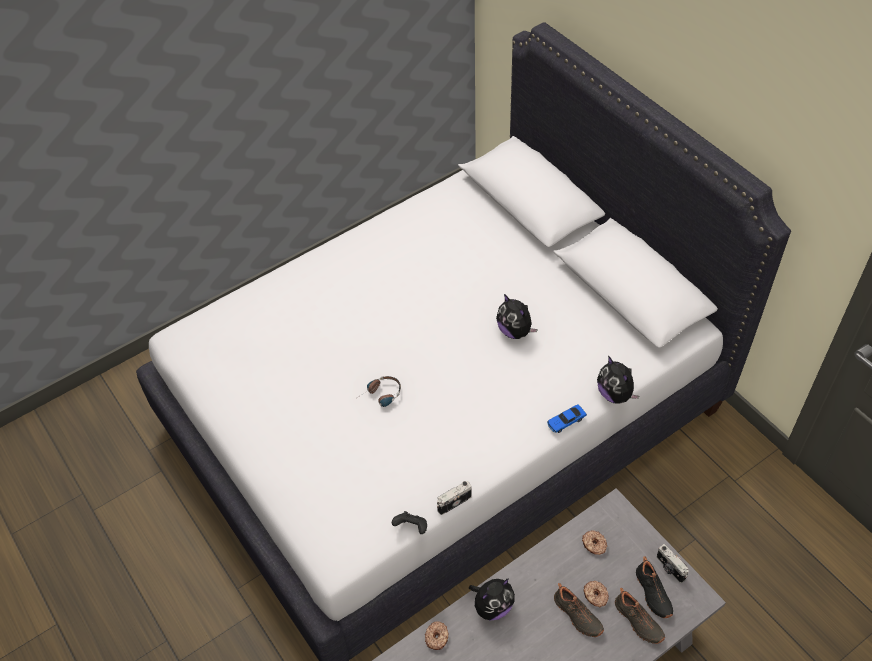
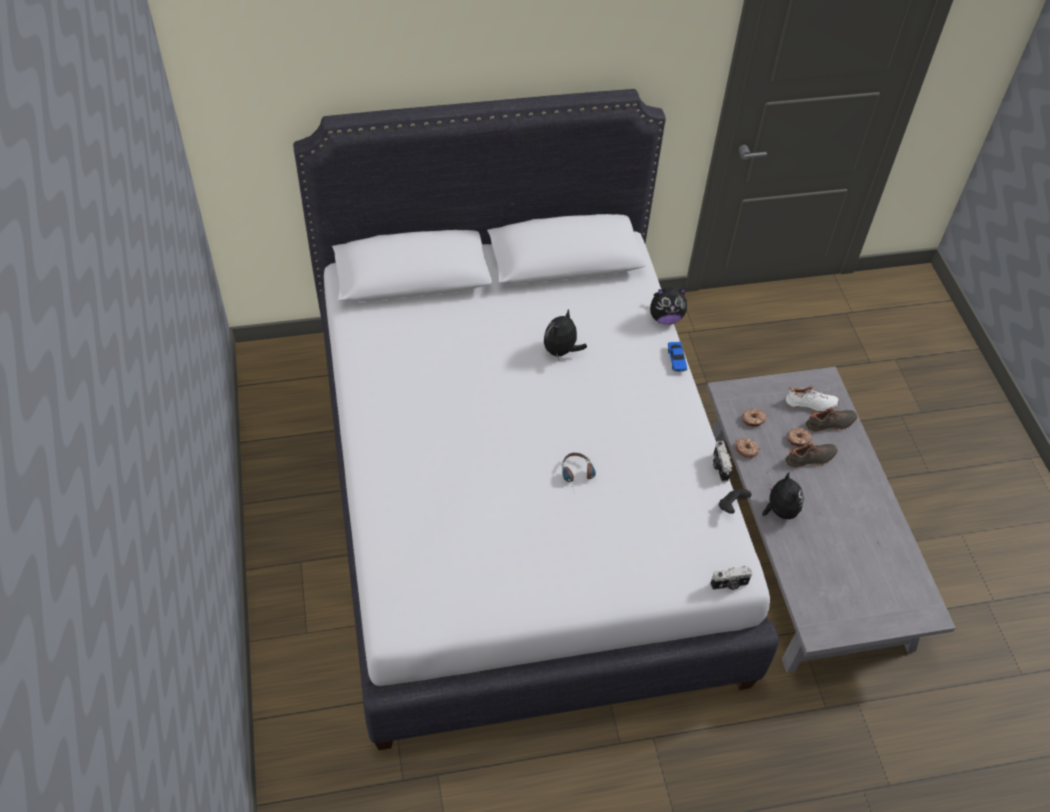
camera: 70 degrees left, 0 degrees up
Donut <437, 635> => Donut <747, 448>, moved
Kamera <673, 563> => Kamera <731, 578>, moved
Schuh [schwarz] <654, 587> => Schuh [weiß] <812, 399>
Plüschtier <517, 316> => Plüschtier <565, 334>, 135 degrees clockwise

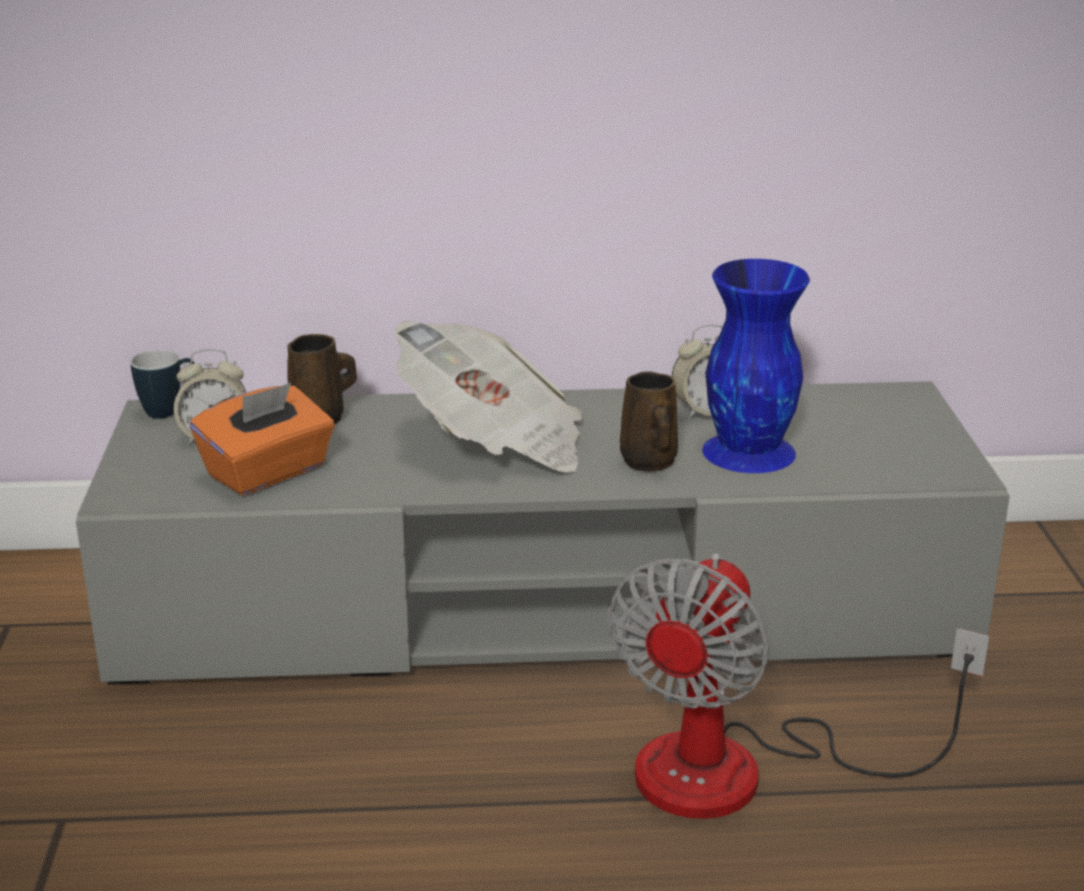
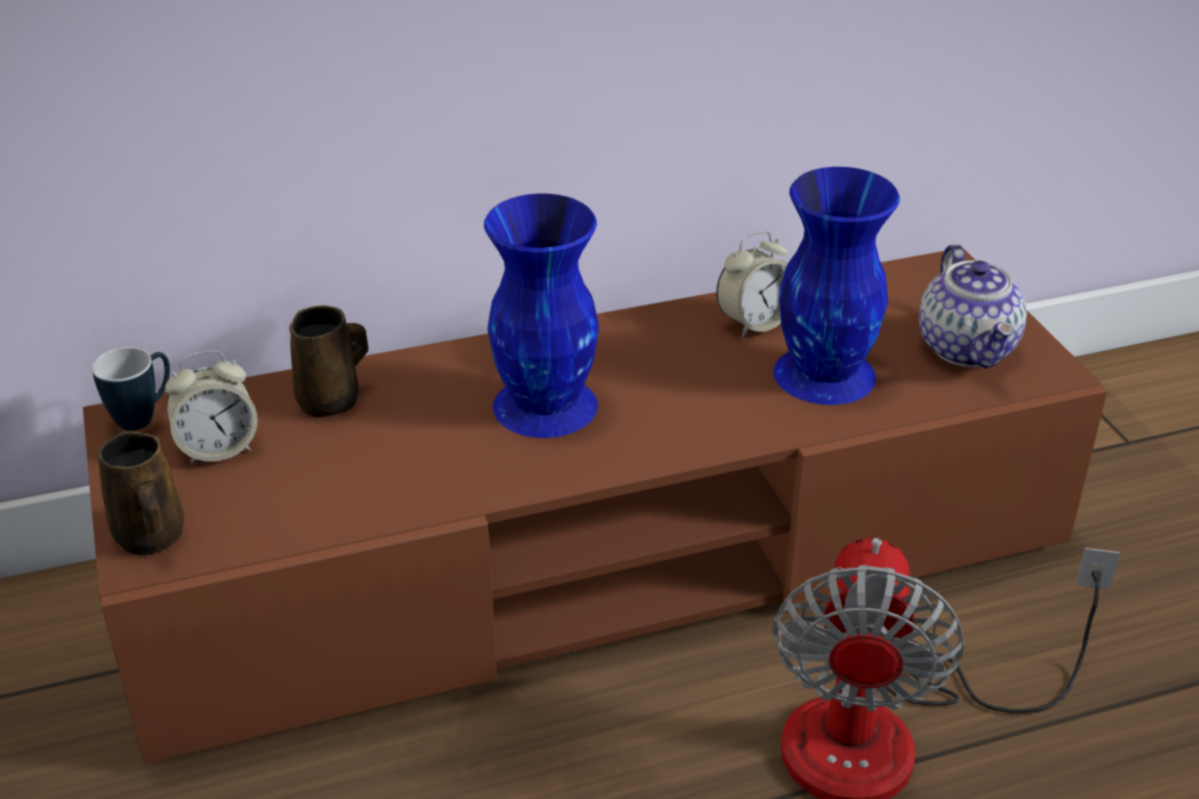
camera: 15 degrees left, 10 degrees up
Taschentuchbox [orange] <262, 439> => nothing
nothing => Teekanne <973, 306>
Henkelbecher [braun] <649, 421> => Henkelbecher [braun] <141, 493>, moved
Zeitung <488, 397> => Vase [blau] <541, 316>
Fernsehschrank [grau] <543, 533> => Fernsehschrank [braun] <595, 506>

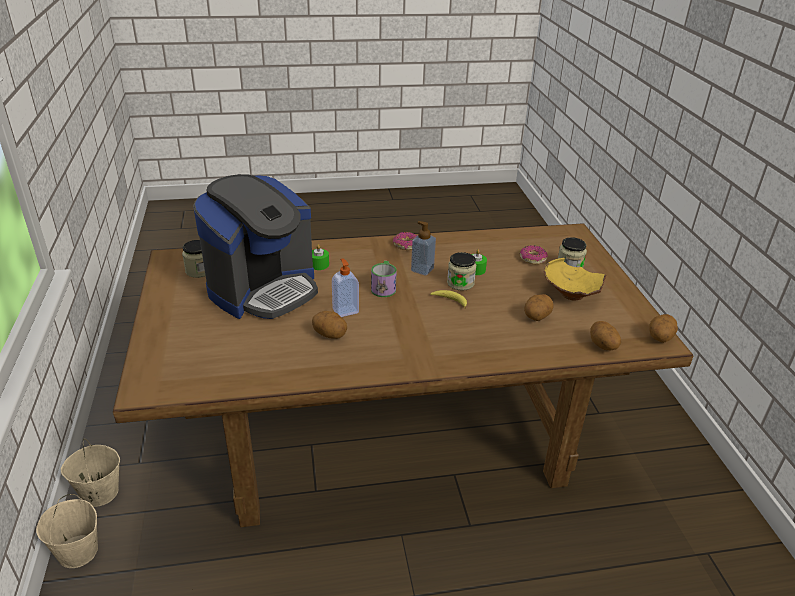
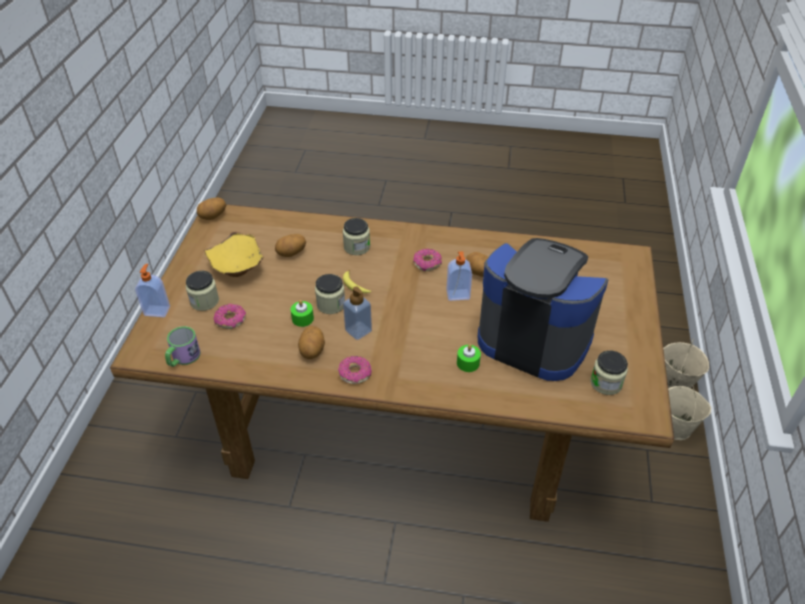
camera: 160 degrees left, 10 degrees up
nothing => Seifenspender <152, 290>
nothing => Vorratsglas <356, 236>
nothing => Donut <427, 260>
Henkelbecher <384, 279> => Henkelbecher <183, 346>, moved
Kartoffel <605, 335> => Kartoffel <311, 342>, moved
Kaffeemaschine <255, 246> => Kaffeemaschine <543, 309>, 60 degrees clockwise

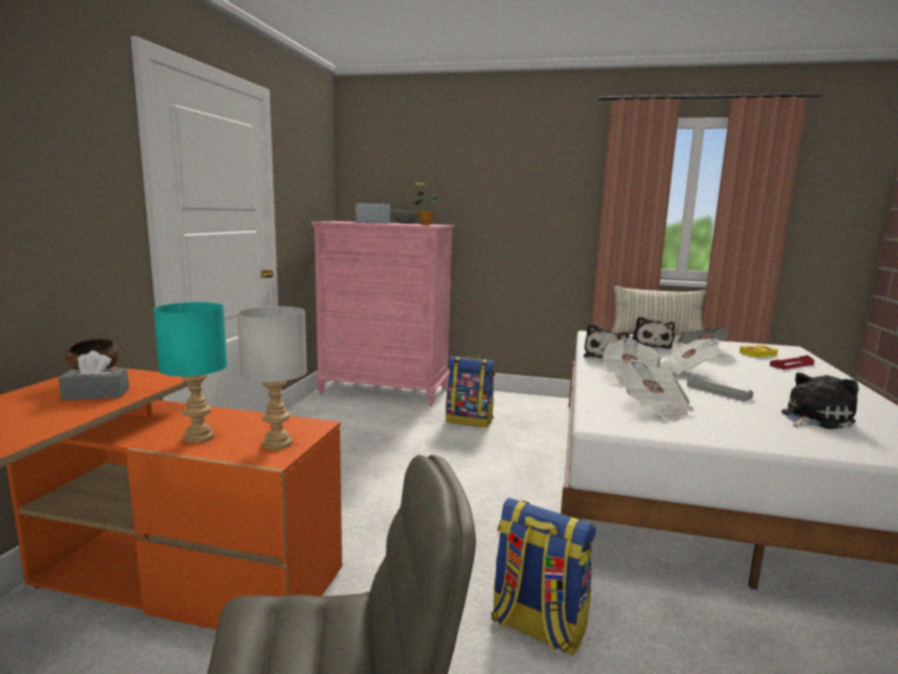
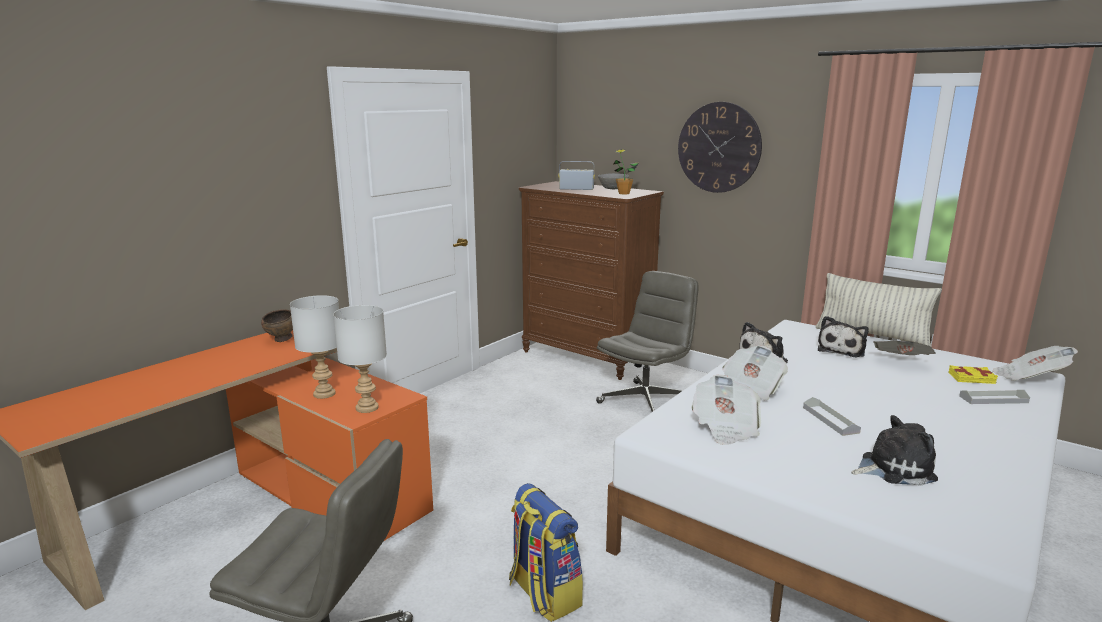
camera: 25 degrees right, 5 degrees up
Taschentuchbox [grau] <93, 375> => nothing
nothing => Wanduhr <720, 147>
Zeitung <691, 356> => Zeitung <1035, 363>, moved
Rucksack <470, 391> => Bürostuhl [grau] <647, 341>
Tischlampe [türkis] <190, 372> => Tischlampe [grau] <314, 347>
Kommode [rosa] <383, 313> => Kommode [braun] <591, 280>
Tablett [rot] <792, 362> => Tablett [grau] <994, 397>

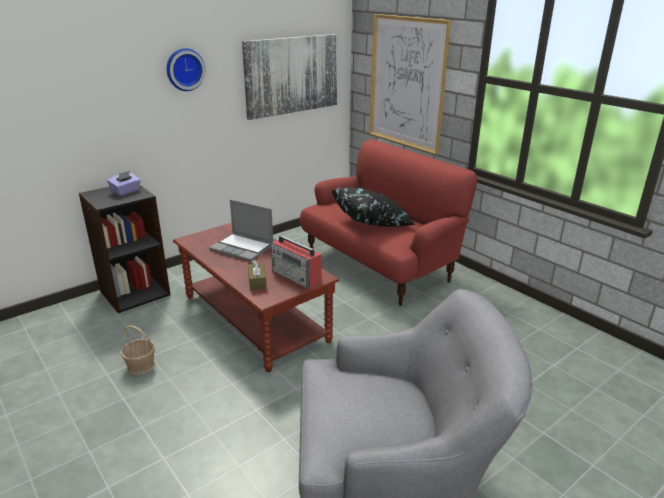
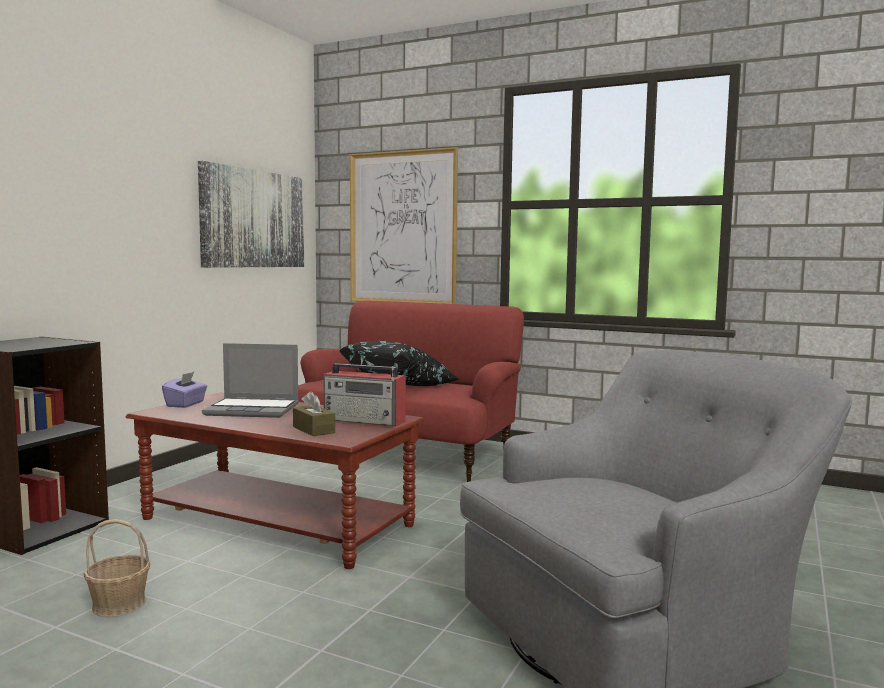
camera: 25 degrees left, 20 degrees down
Wanduhr <186, 69> => nothing
Taschentuchbox [lila] <124, 183> => Taschentuchbox [lila] <184, 390>, moved

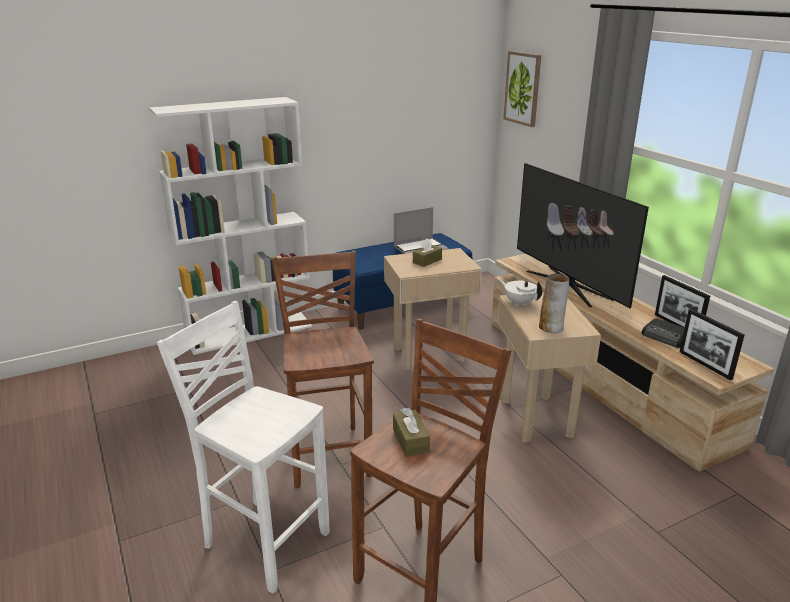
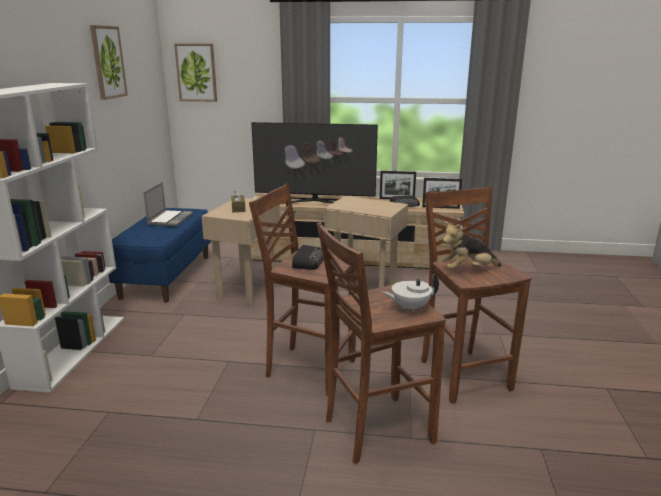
camera: 55 degrees left, 5 degrees down
Vase <554, 303> => nothing
nothing => Bild <109, 62>
nothing => Radio <308, 257>
Teekanne [weiß] <521, 293> => Teekanne [weiß] <410, 293>, moved
Taschentuchbox [braun] <411, 432> => Plüschtier <471, 245>
Hocker [weiß] <243, 447> => Hocker [braun] <381, 343>

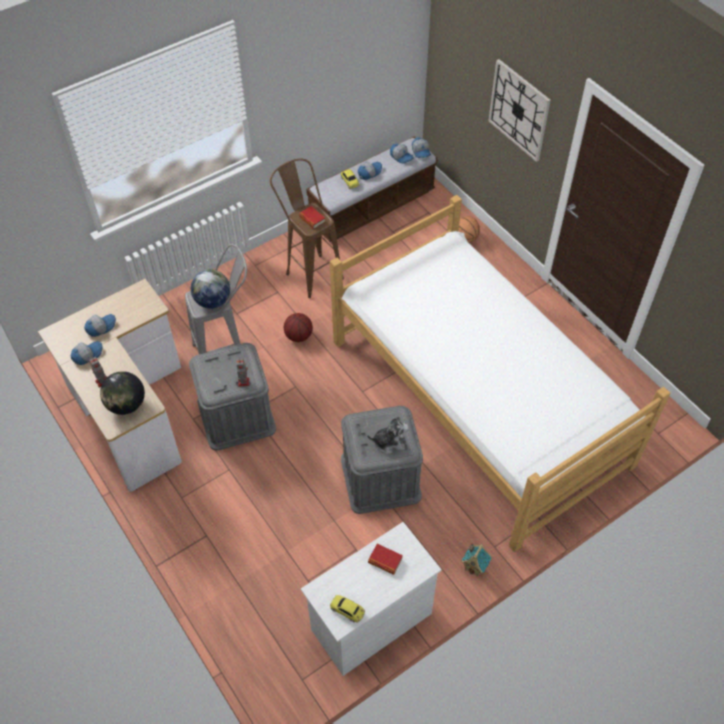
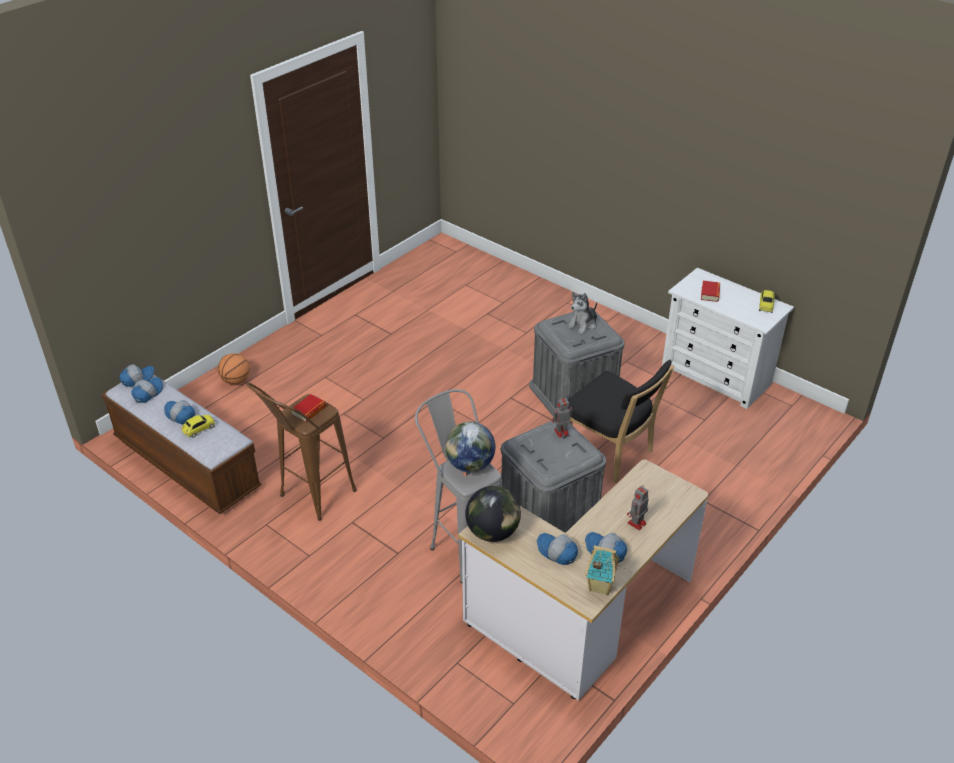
camera: 105 degrees left, 15 degrees down
Basketball <298, 327> => nothing
Bett <500, 373> => nothing
Wanduhr <519, 110> => nothing
nothing => Stuhl [schwarz] <621, 421>
Globus <122, 393> => Globus <493, 514>, moved
Spielzeughaus <477, 560> => Spielzeughaus <602, 570>, moved
Plüschtier <388, 435> => Plüschtier <582, 313>, 120 degrees counterclockwise

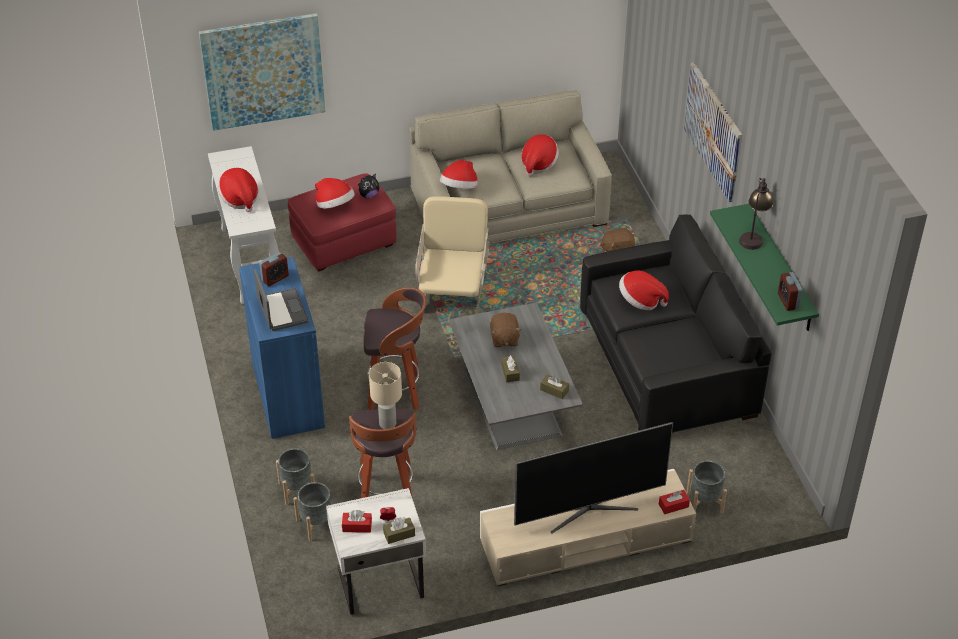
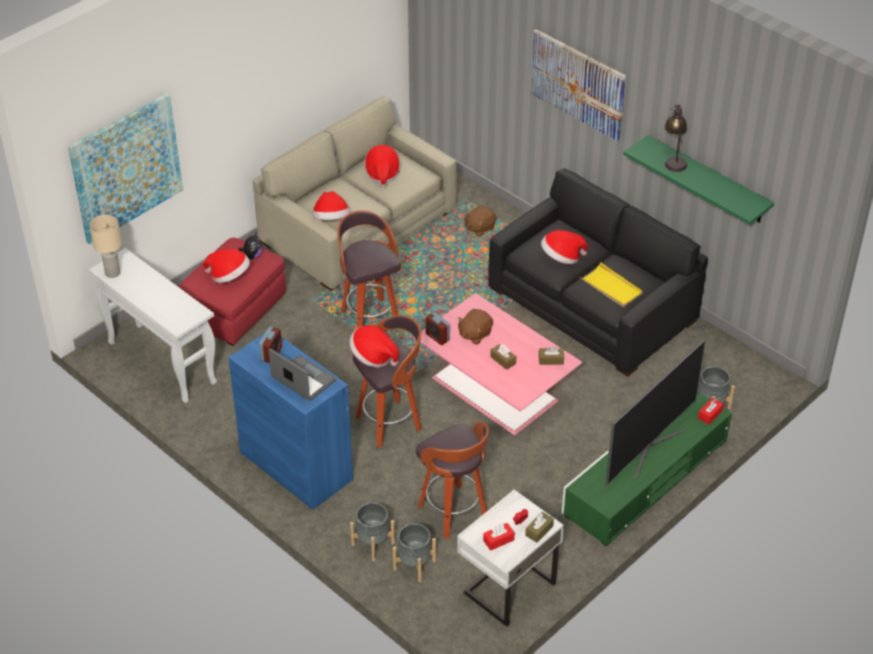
camera: 30 degrees left, 0 degrees up
nothing => Tablett [gelb] <611, 284>
Hut <238, 190> => Hut <374, 346>, moved
Tischlampe [beige] <385, 395> => Tischlampe [beige] <105, 246>, moved
Wecker <790, 291> => Wecker <438, 328>, moved
Sessel [beige] <452, 255> => Hocker <369, 269>
Couchtisch [grau] <516, 376> => Couchtisch [rosa] <498, 364>
Fernsehschrank [beige] <588, 527> => Fernsehschrank [grün] <647, 469>
Plüschtier [braun] <505, 330> => Plüschtier [braun] <475, 327>, 75 degrees clockwise

